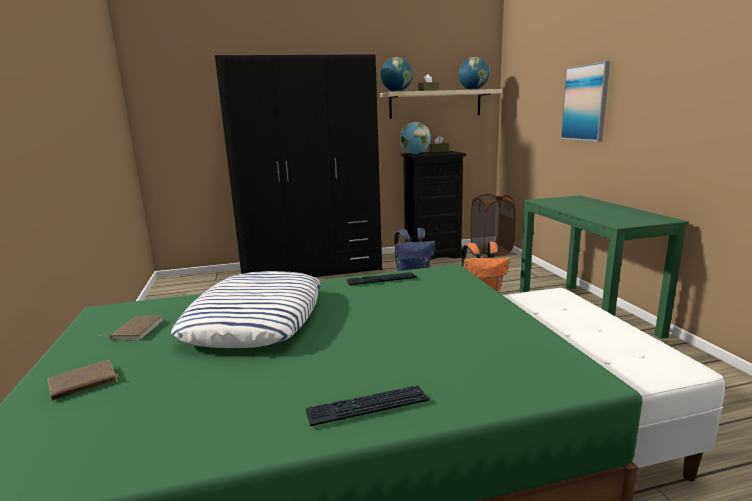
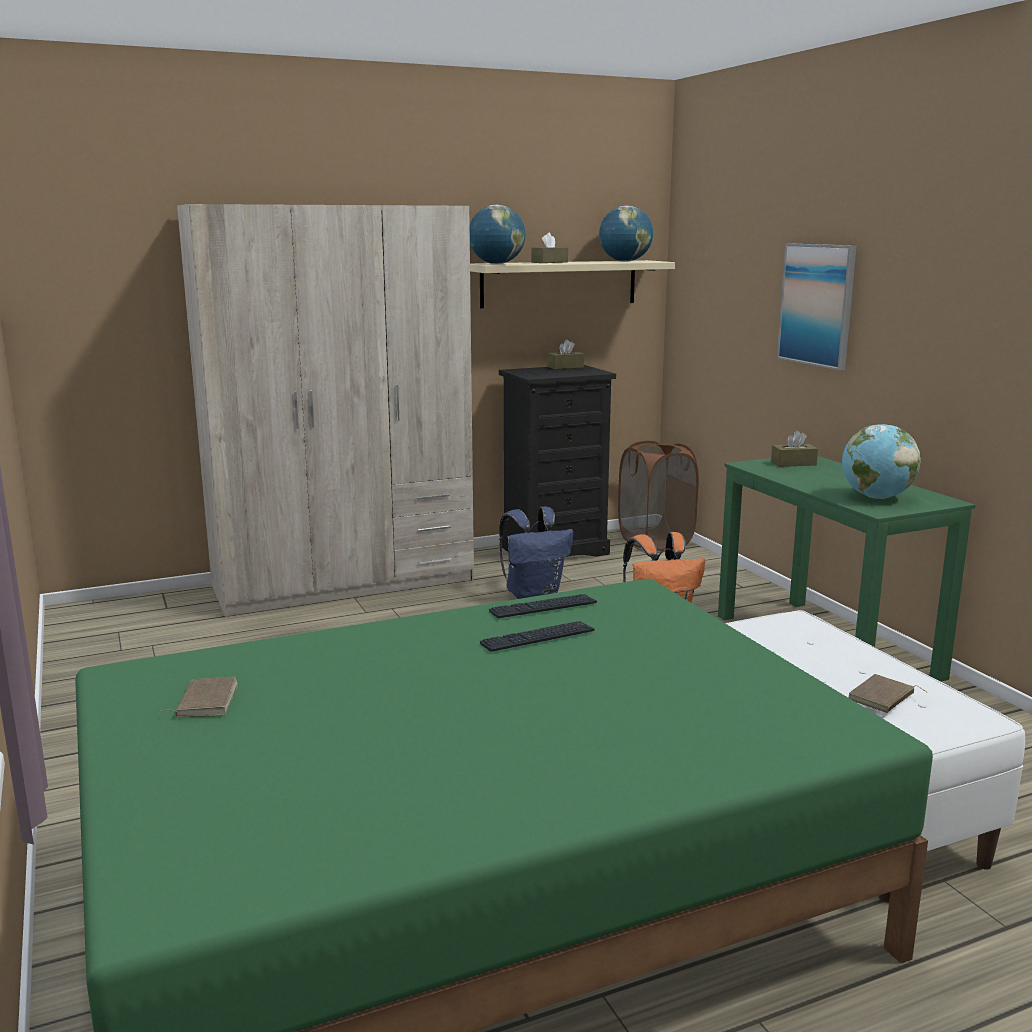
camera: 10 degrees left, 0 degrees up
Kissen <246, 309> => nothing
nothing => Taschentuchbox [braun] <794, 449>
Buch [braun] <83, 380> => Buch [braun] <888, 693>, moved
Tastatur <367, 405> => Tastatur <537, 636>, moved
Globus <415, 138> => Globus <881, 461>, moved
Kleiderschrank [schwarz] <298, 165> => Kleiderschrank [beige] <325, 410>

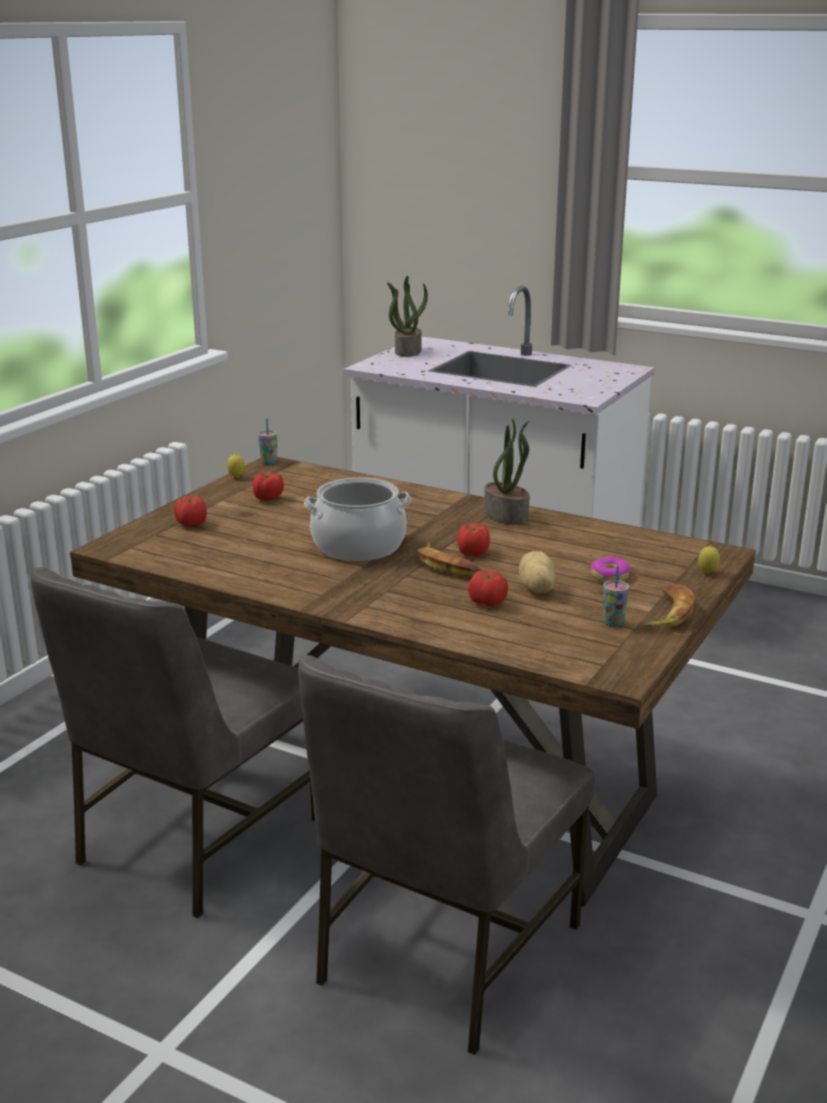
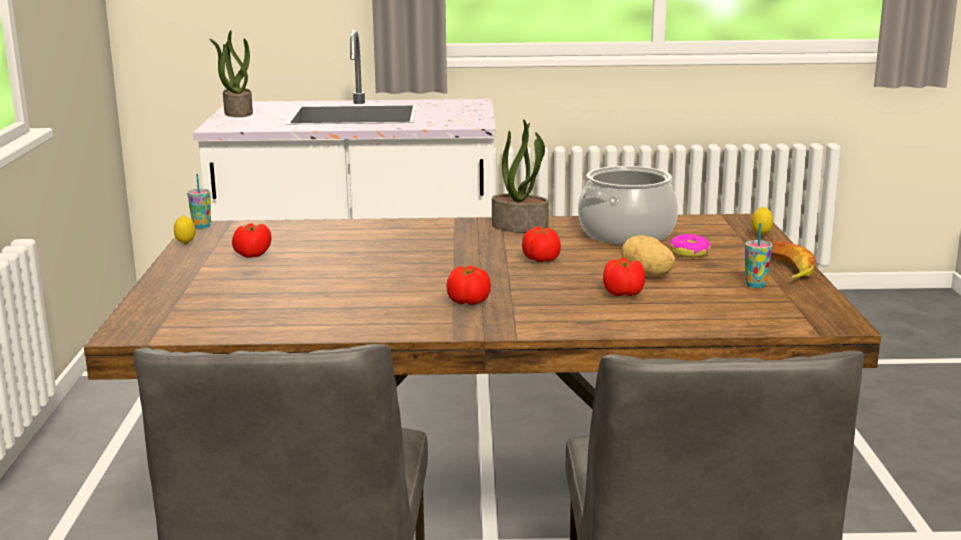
camera: 30 degrees left, 5 degrees down
Banane <449, 559> => nothing
Tomate <190, 511> => Tomate <468, 285>, moved
Kochtopf <358, 519> => Kochtopf <628, 205>, moved

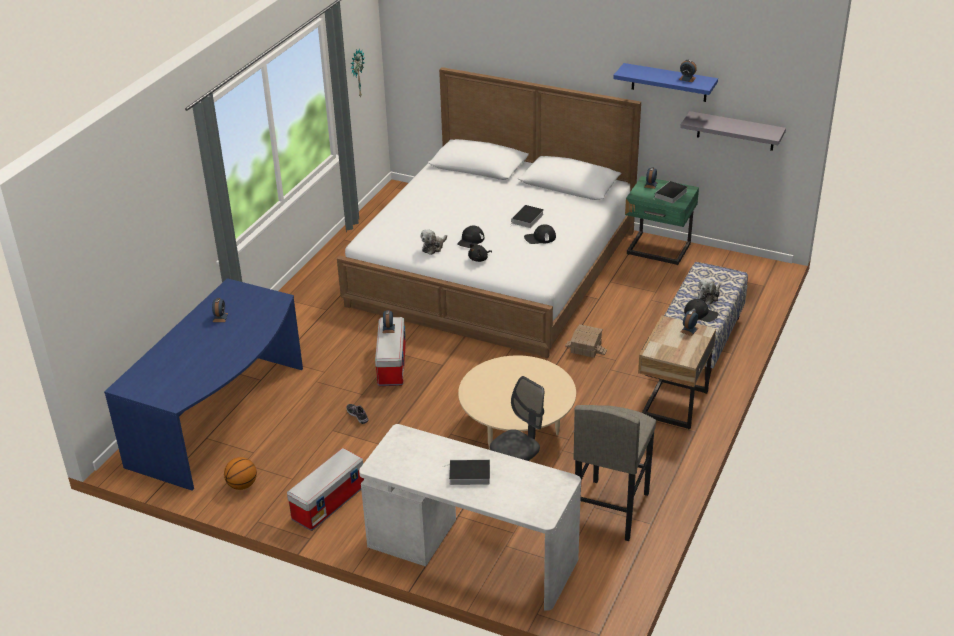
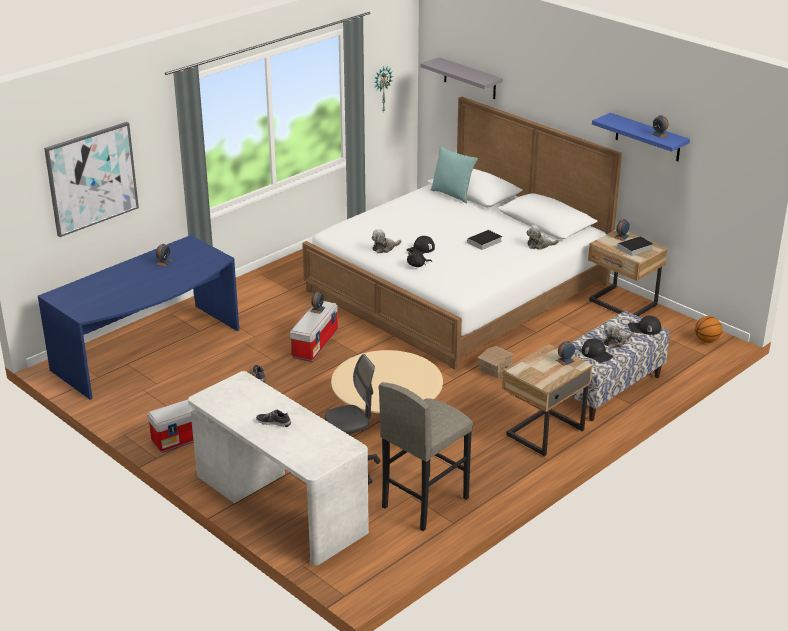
camera: 20 degrees right, 5 degrees down
nothing => Bild <91, 179>
nothing => Kissen [türkis] <454, 174>
nothing => Plüschtier <542, 237>
Basketball <240, 473> => Basketball <708, 329>, moved
Kappe [schwarz] <540, 234> => Kappe [schwarz] <645, 325>, moved
Wandregal [grau] <733, 131> => Wandregal [grau] <461, 78>, moved
Buch <467, 472> => Schuh <273, 418>
Nachttisch [grün] <662, 220> => Nachttisch [beige] <628, 273>

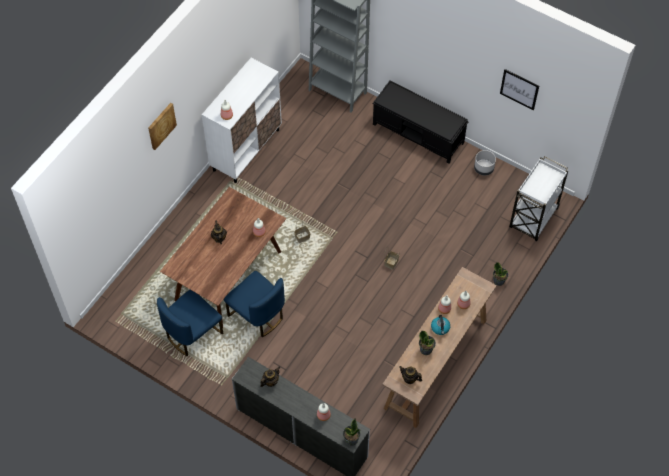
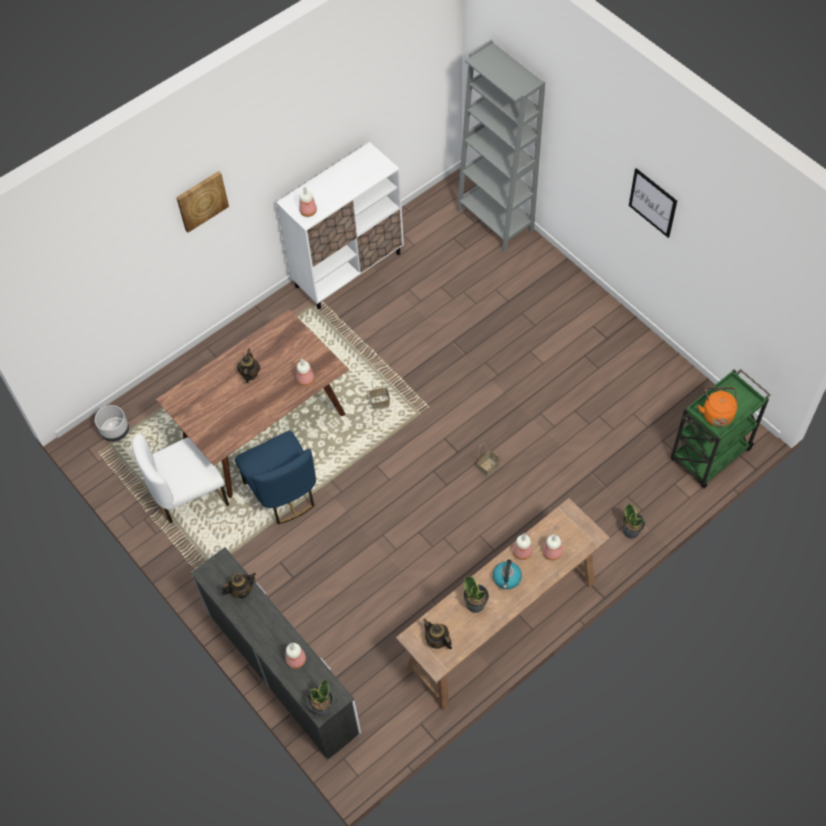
camera: 20 degrees right, 0 degrees up
Bank [schwarz] <420, 122> => nothing
nothing => Wasserkessel [orange] <717, 407>
Pflanzkübel [grau] <485, 163> => Pflanzkübel [grau] <112, 423>, moved
Bild <519, 89> => Bild <653, 203>, moved
Stuhl [blau] <190, 323> => Stuhl [weiß] <180, 478>
Rollwagen [weiß] <538, 198> => Rollwagen [grün] <721, 429>

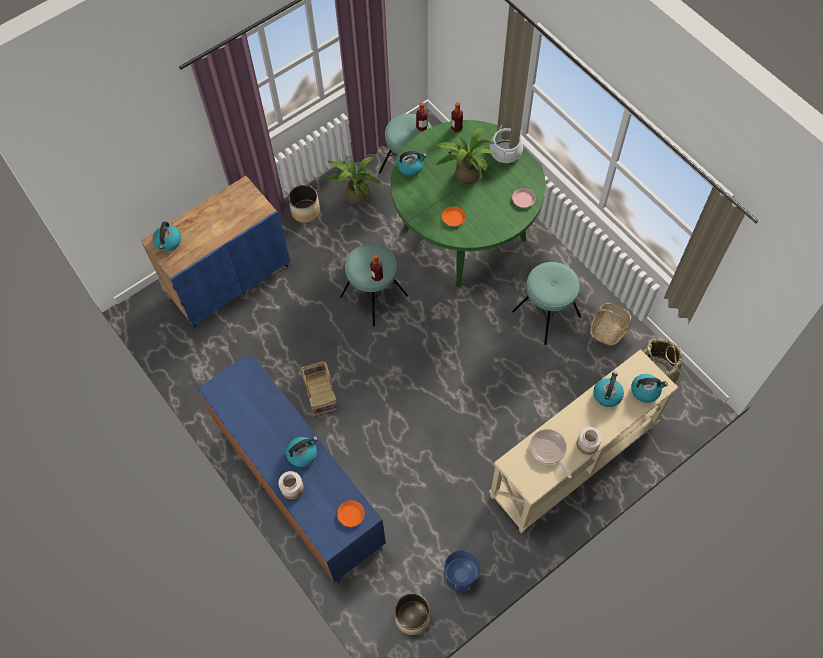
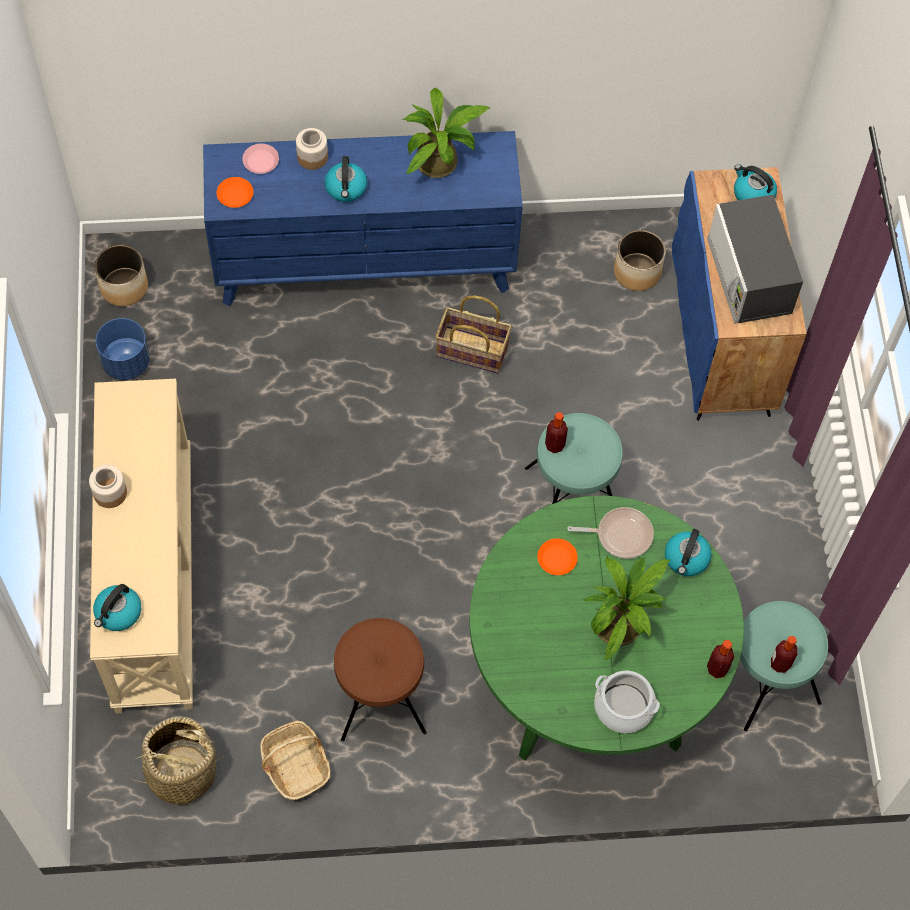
camera: 120 degrees right, 0 degrees up
Wasserkessel <608, 389> => nothing
nothing => Mikrowelle <755, 259>
Pflanzkübel <304, 204> => Pflanzkübel <640, 260>, moved
Topfpflanze <355, 181> => Topfpflanze <446, 132>, moved
Teller [rosa] <524, 198> => Teller [rosa] <260, 159>, moved
Pfanne <551, 453> => Pfanne <610, 533>, moved
Hocker [türkis] <546, 303> => Hocker [braun] <380, 679>

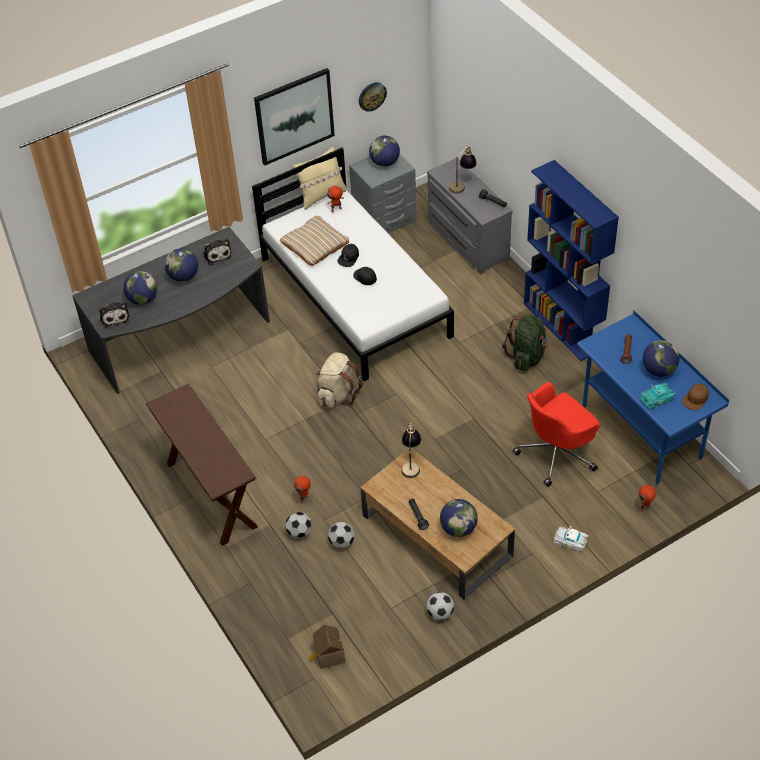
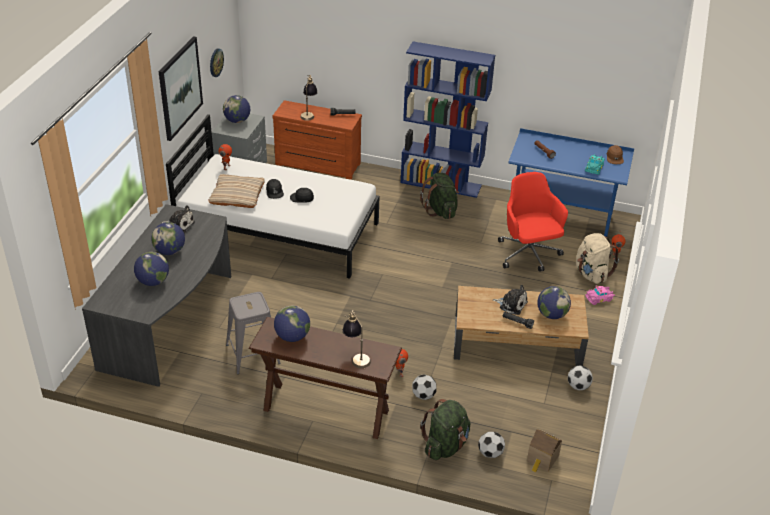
camera: 45 degrees left, 10 degrees down
Kissen [beige] <320, 178> => nothing
nothing => Hocker [grau] <253, 333>
nothing => Rucksack [grün] <445, 429>
Plüschtier <115, 315> => Plüschtier <510, 300>, moved
Rucksack [beige] <339, 380> => Rucksack [beige] <597, 258>, moved
Fußball <341, 535> => Fußball <491, 445>, moved
Tischlampe <411, 450> => Tischlampe <356, 339>, moved
Globus <661, 358> => Globus <292, 324>, moved
Kommode [grau] <470, 216> => Kommode [braun] <317, 139>
Spielzeugauto [weiß] <571, 538> => Spielzeugauto [rosa] <600, 295>
Bürostuhl [rot] <556, 434> => Bürostuhl [rot] <533, 222>, 150 degrees clockwise

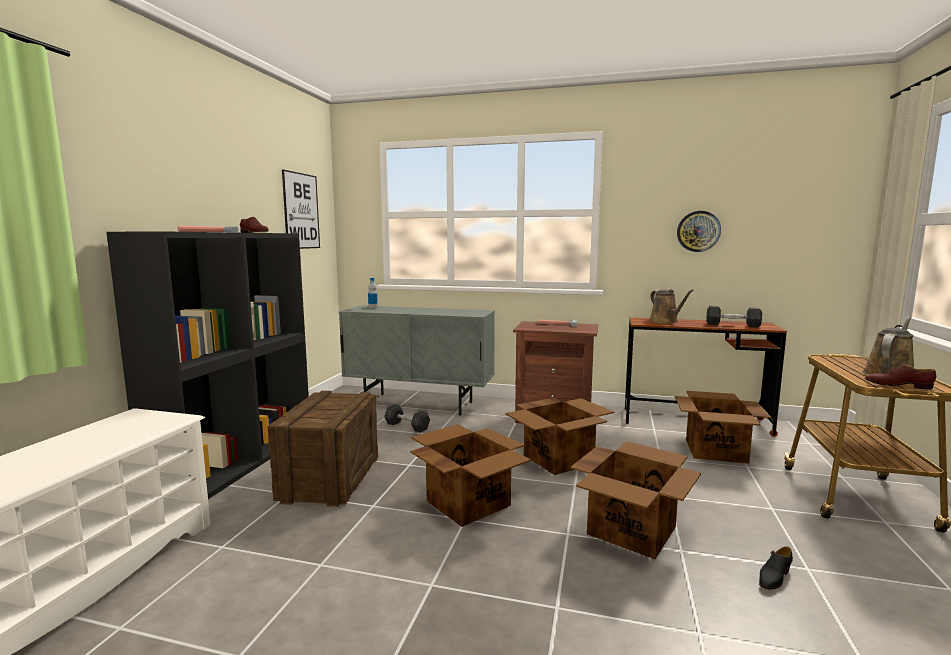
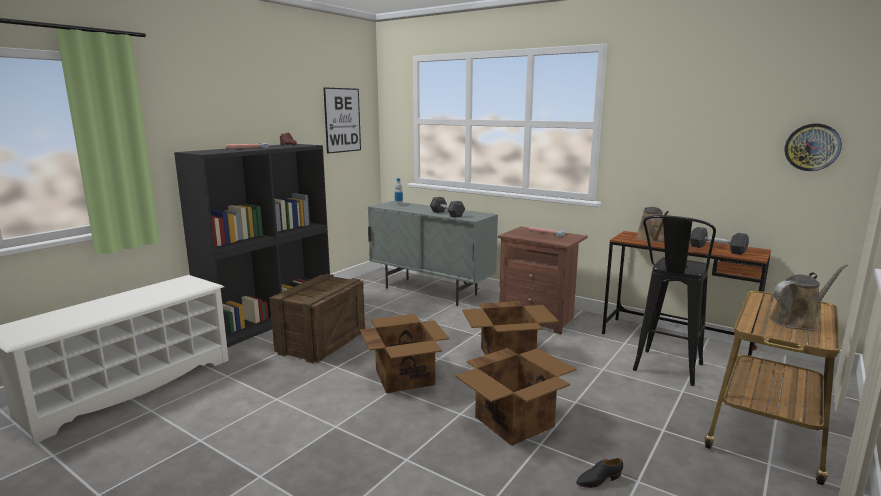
camera: 20 degrees right, 5 degrees up
Schuh [braun] <900, 377> => nothing
Hantel [grau] <407, 418> => Hantel [grau] <447, 207>, moved
Wanduhr <699, 231> => Wanduhr <813, 147>, moved
Karton <723, 427> => Hocker [schwarz] <674, 300>

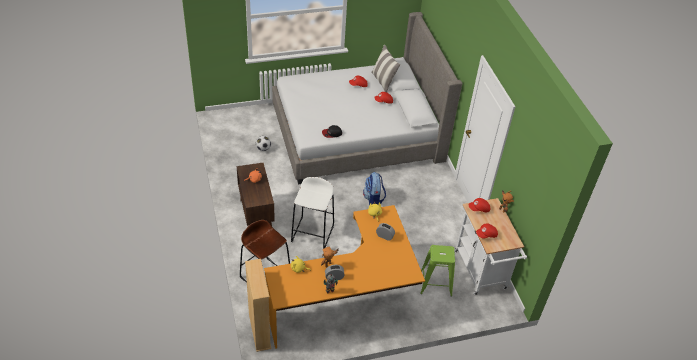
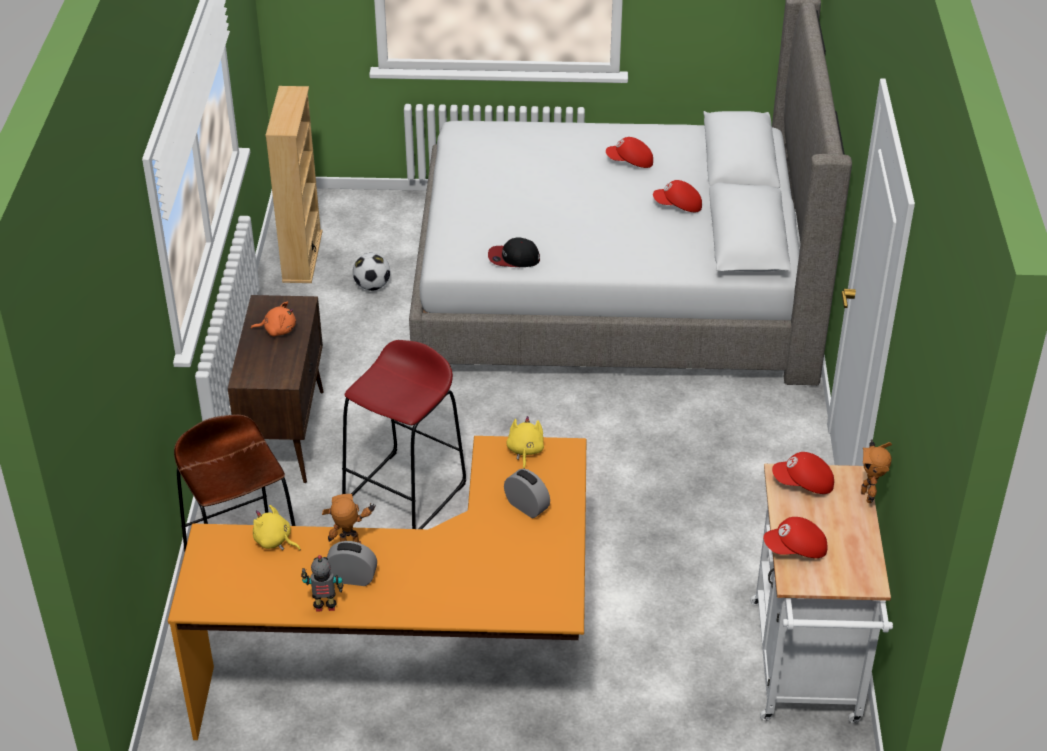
camera: 20 degrees right, 5 degrees down
Rucksack <374, 188> => nothing
Kissen <385, 68> => nothing
Hocker [grün] <437, 271> => nothing
Bücherregal [beige] <258, 305> => Bücherregal [beige] <294, 184>, moved
Hocker [weiß] <312, 213> => Hocker [rot] <404, 434>

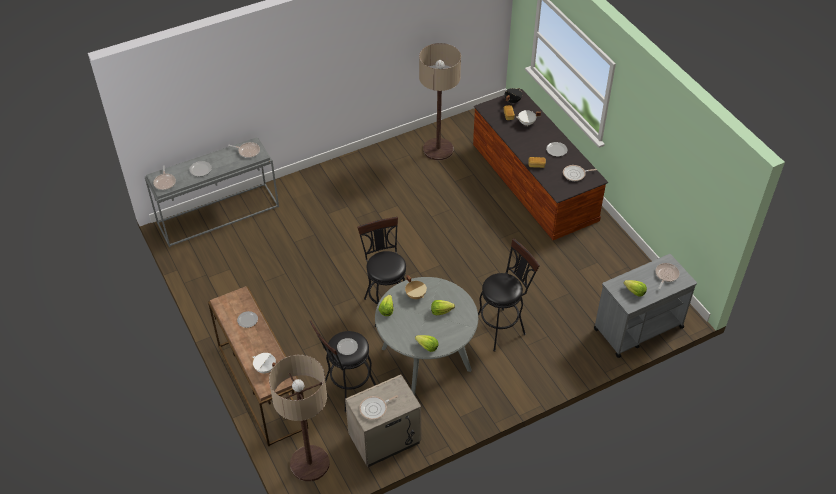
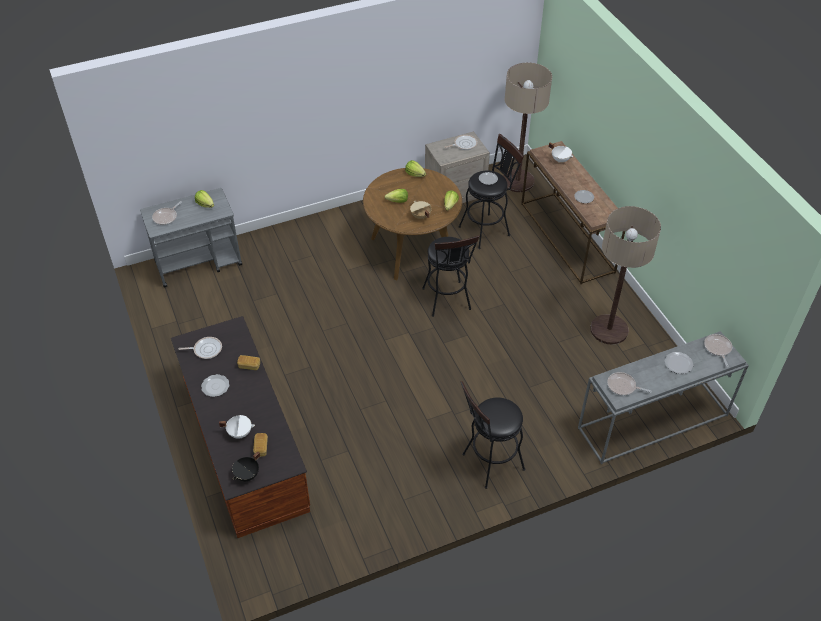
camera: 175 degrees left, 0 degrees up
Stehlampe <440, 101> => Stehlampe <625, 275>, moved
Hocker [schwarz] <509, 295> => Hocker [schwarz] <493, 435>, moved
Esstisch [grau] <426, 336> => Esstisch [braun] <412, 224>

